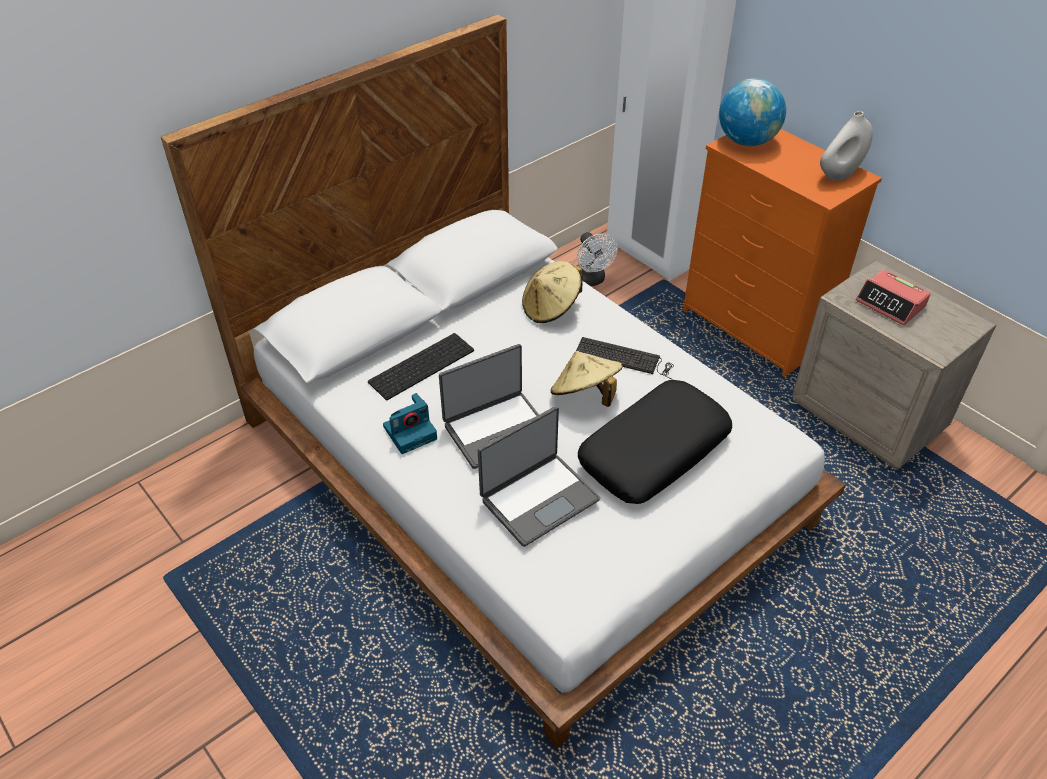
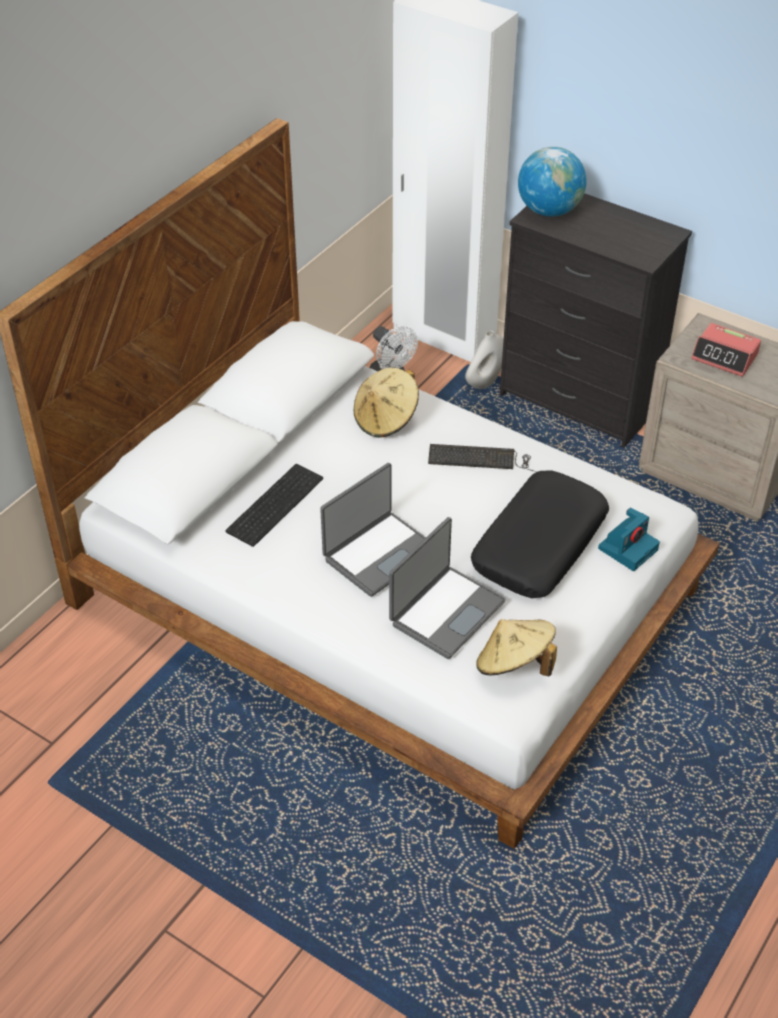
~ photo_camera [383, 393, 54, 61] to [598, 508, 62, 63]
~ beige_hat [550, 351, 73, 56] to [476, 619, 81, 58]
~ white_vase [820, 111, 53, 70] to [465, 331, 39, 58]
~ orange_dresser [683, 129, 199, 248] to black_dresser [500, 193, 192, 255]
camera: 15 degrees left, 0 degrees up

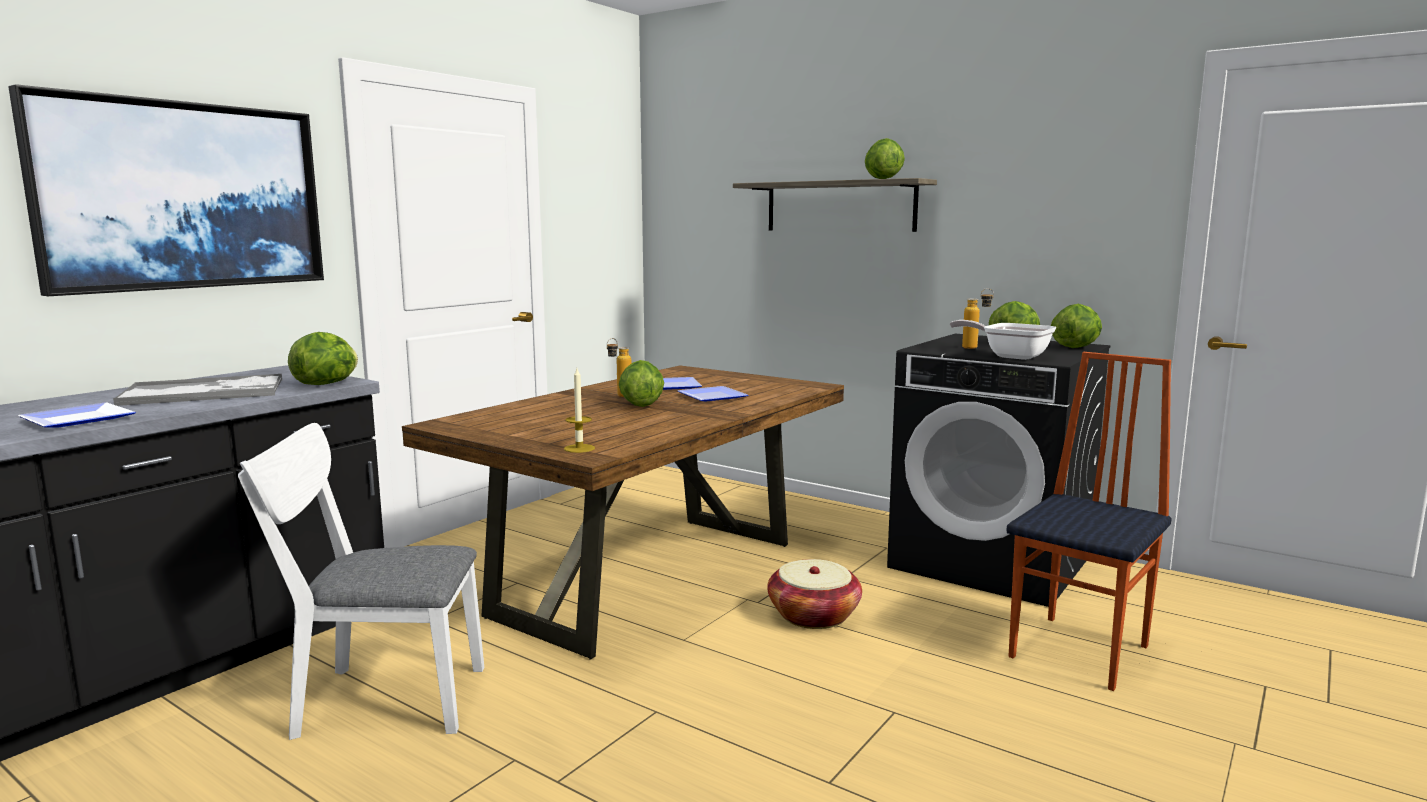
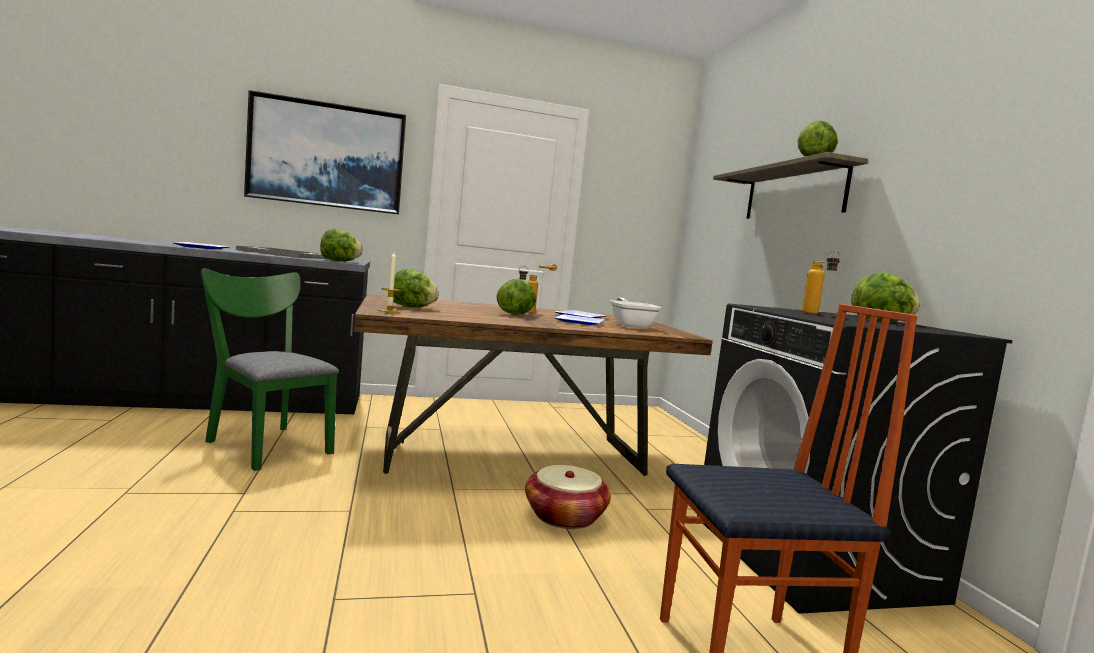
~ frying_pan [950, 320, 106, 40] to [610, 298, 52, 30]
~ lettuce [1051, 304, 51, 44] to [393, 269, 46, 39]
~ white_chair [238, 423, 246, 317] to green_chair [201, 268, 138, 203]
camera: 40 degrees right, 5 degrees down

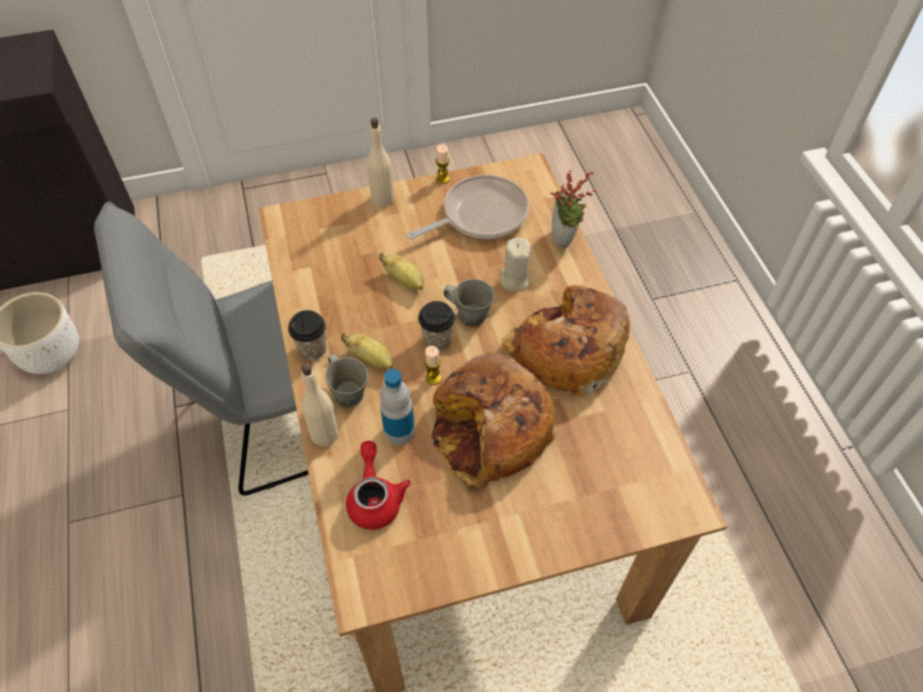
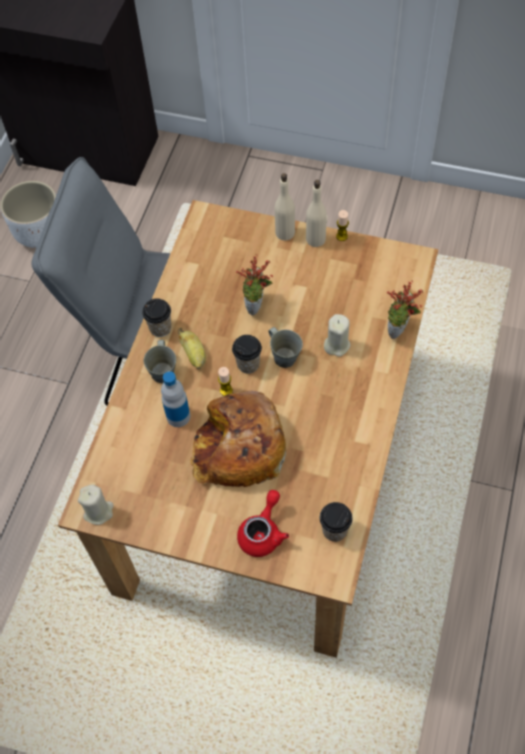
- frying_pan [407, 175, 122, 64]
- bread [501, 285, 129, 113]
+ beige_candle [78, 485, 35, 40]
+ cup [320, 502, 33, 40]
~ beige_bottle [301, 363, 38, 83] to [306, 180, 21, 67]
~ red_teapot [346, 441, 65, 89] to [237, 490, 52, 67]
~ banana [379, 253, 45, 37] to potted_plant [236, 254, 37, 61]
camera: 35 degrees right, 5 degrees up

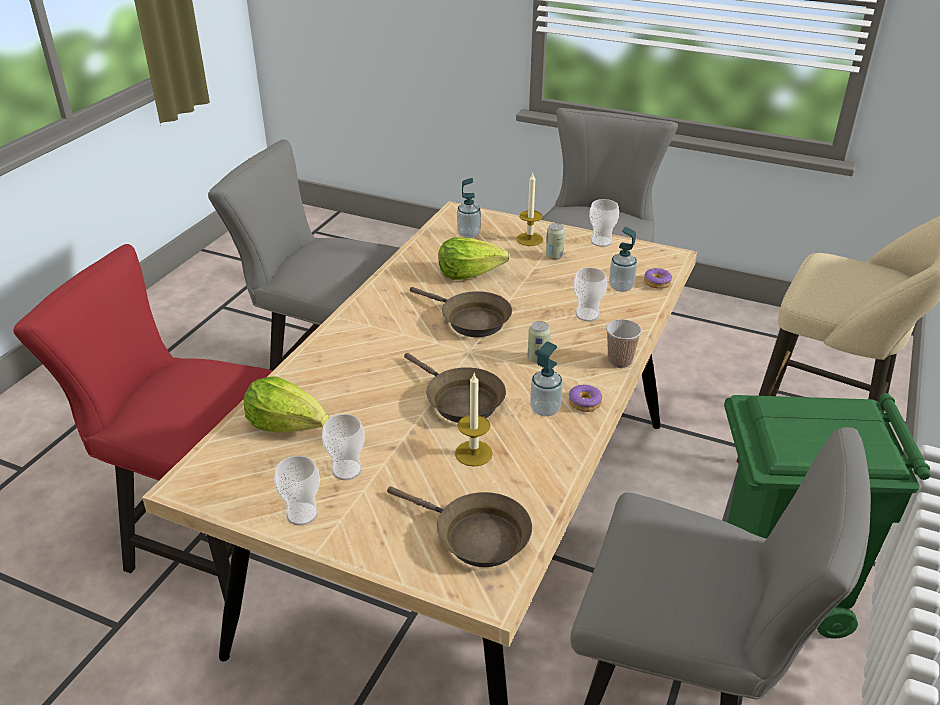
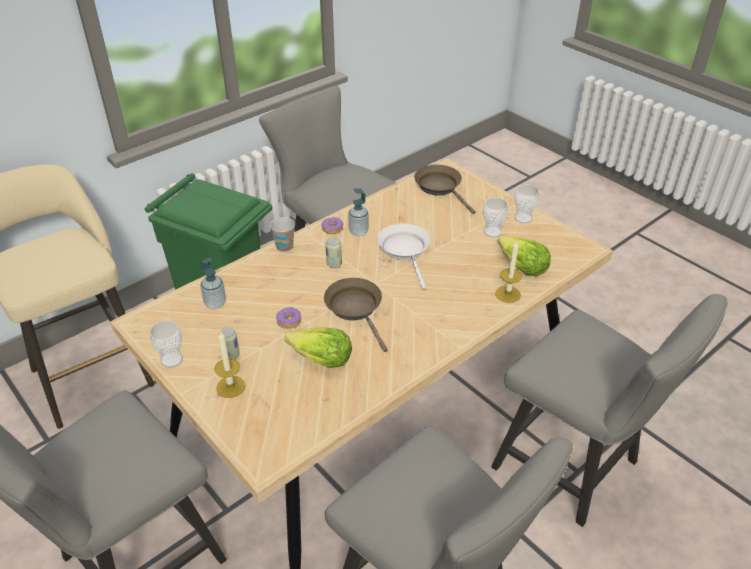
- soap_dispenser [457, 178, 24, 60]
- cup [573, 268, 34, 53]
~ candle [455, 373, 38, 94] to [495, 240, 27, 63]
~ donut [644, 268, 28, 21] to [276, 307, 25, 22]
~ red_chair [13, 244, 260, 358] to grey_chair [491, 294, 237, 233]
~ brown_frying_pan [404, 353, 102, 70] to white_frying_pan [377, 224, 53, 65]
camera: 155 degrees left, 5 degrees up

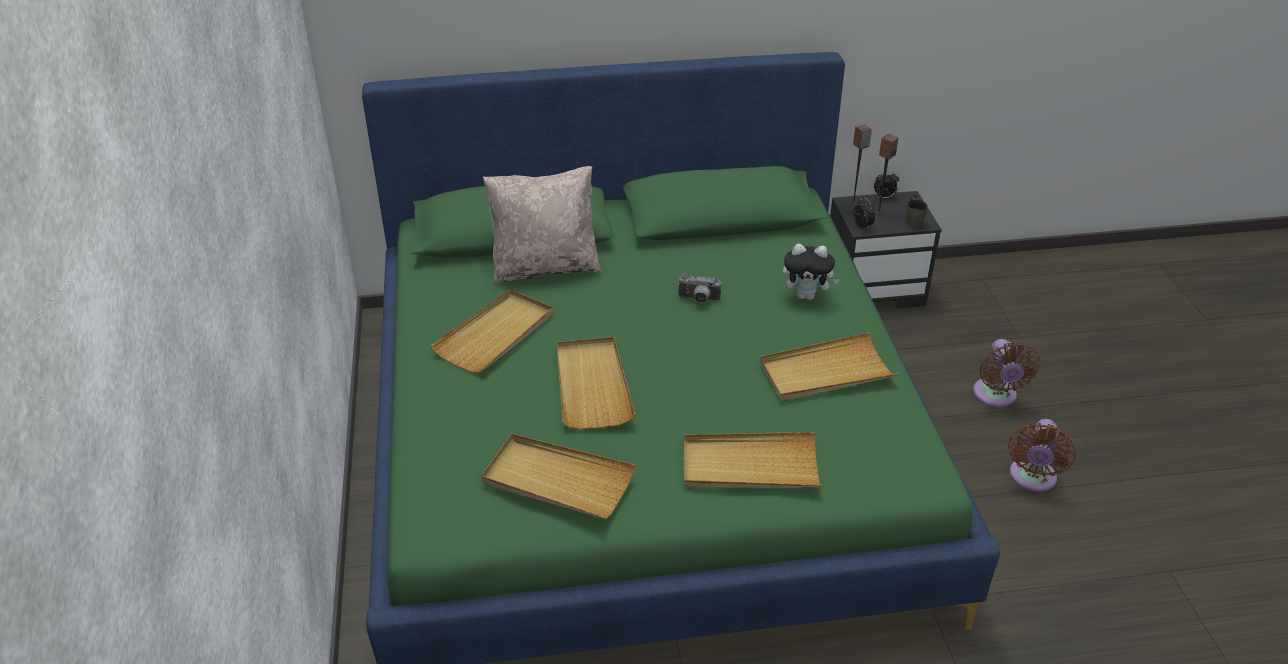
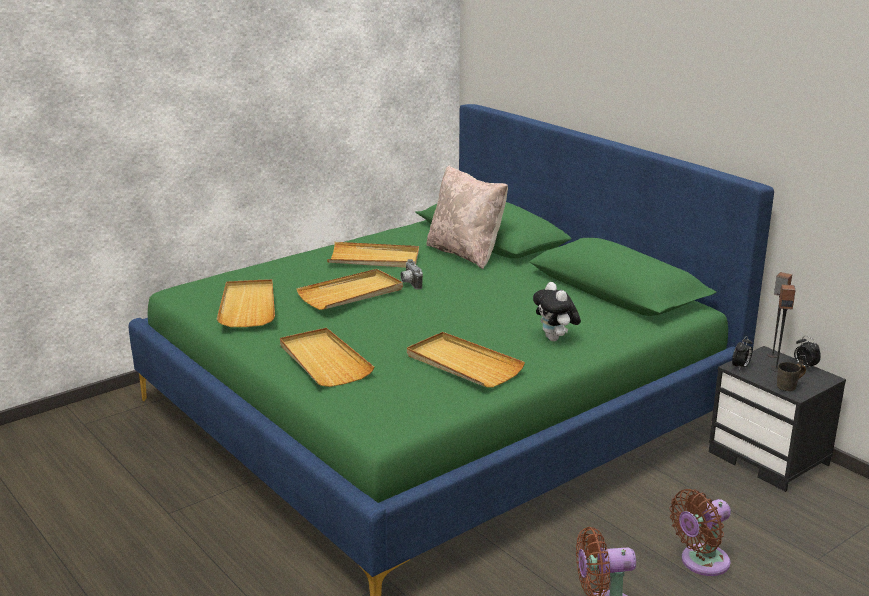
~ photo_camera [678, 274, 43, 29] to [400, 259, 23, 31]
camera: 60 degrees right, 15 degrees down

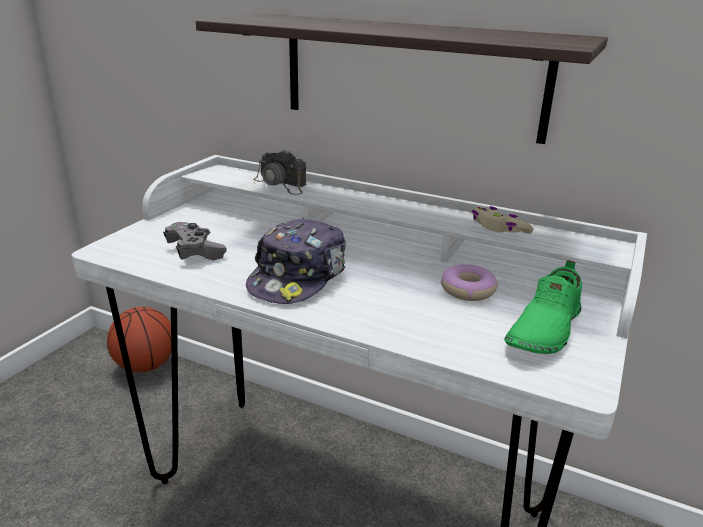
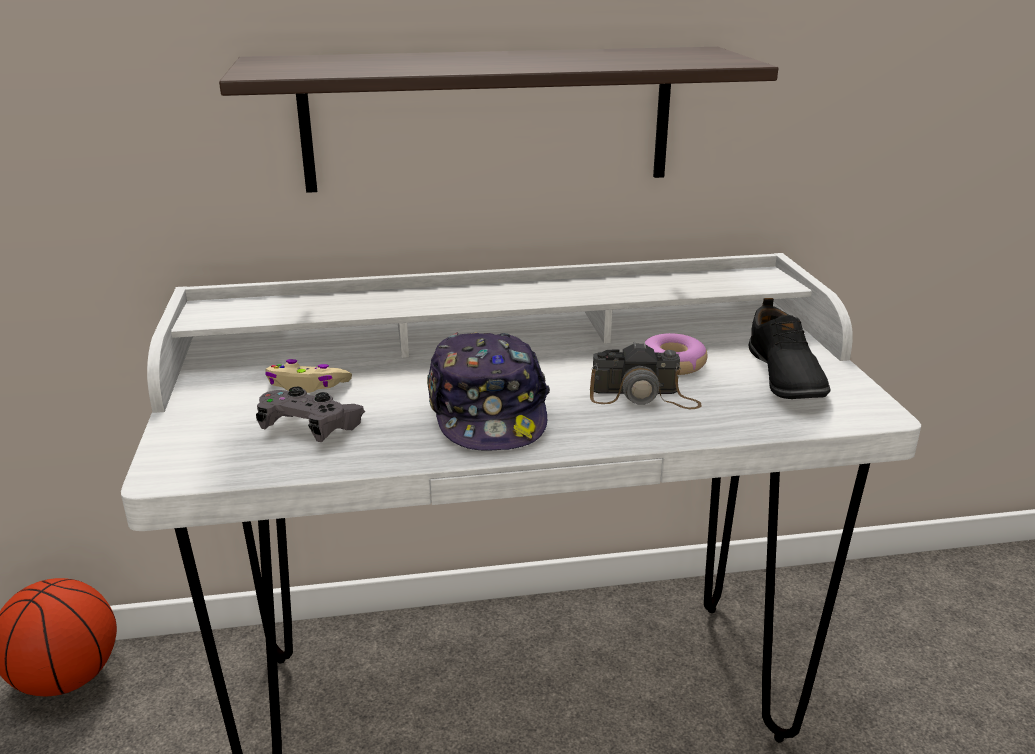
~ photo_camera [253, 150, 53, 45] to [590, 341, 111, 68]
~ beige_game_controller [472, 206, 62, 28] to [265, 359, 87, 34]
~ green_shoe [504, 260, 78, 94] to black_shoe [748, 298, 83, 101]
camera: 35 degrees left, 0 degrees up

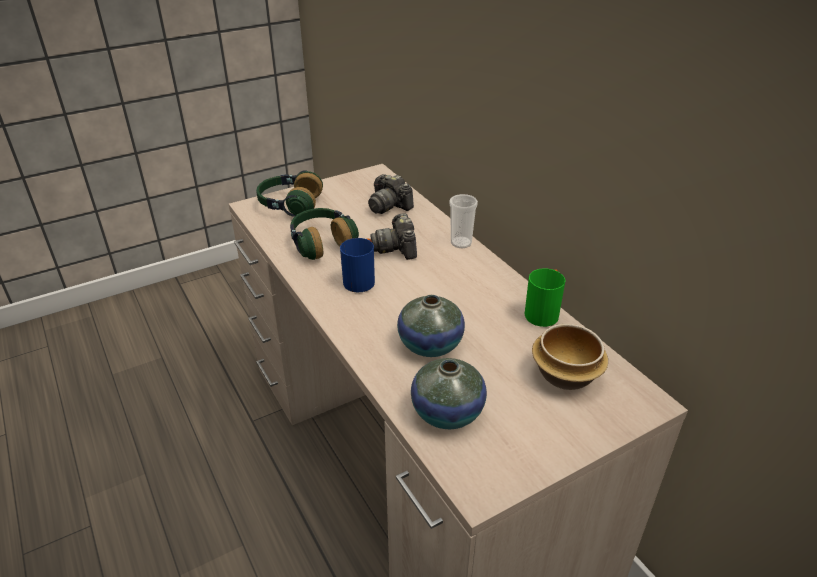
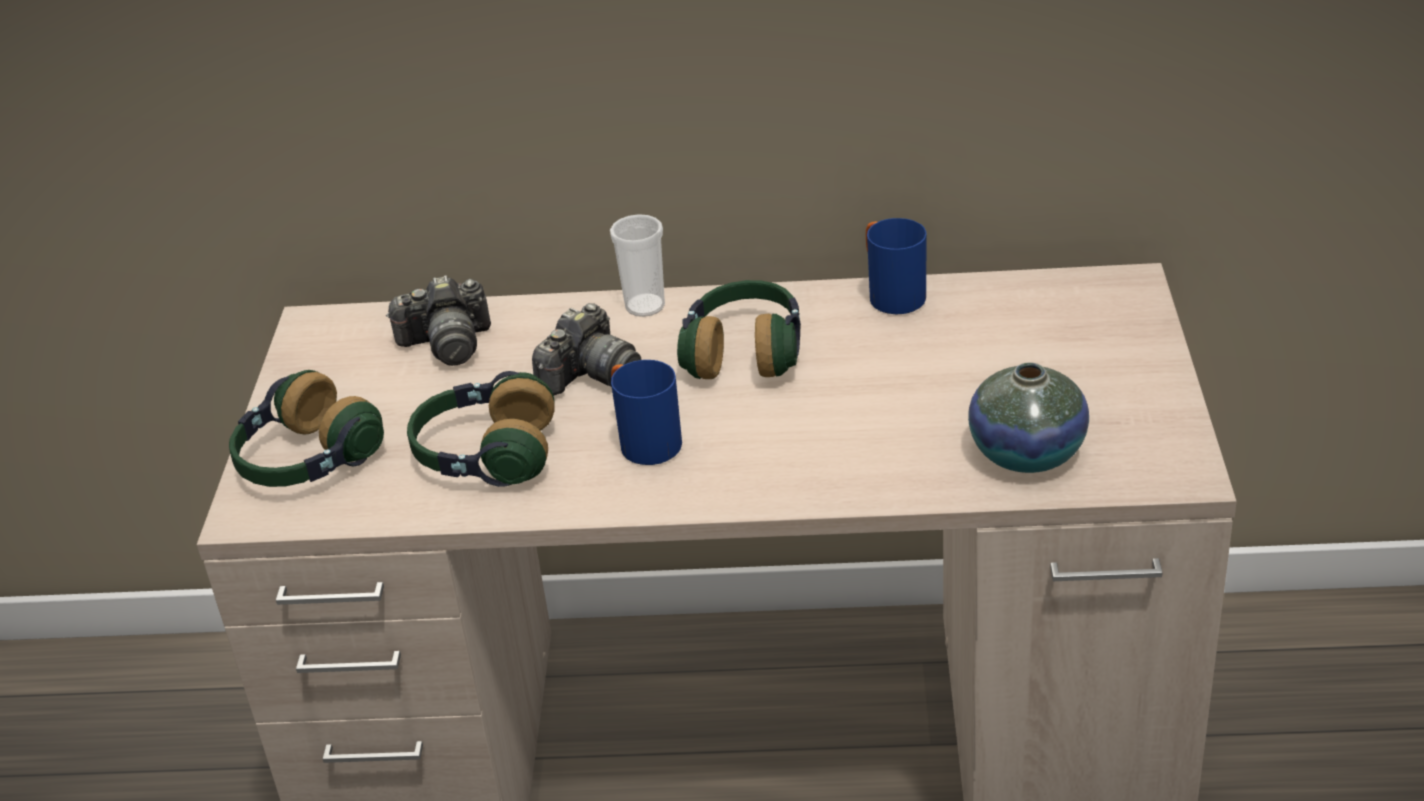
- vase [397, 295, 68, 62]
- bowl [532, 324, 76, 66]
+ headphones [677, 280, 124, 99]
~ green_mug [525, 268, 40, 59] to blue_mug [866, 218, 60, 96]
~ photo_camera [370, 213, 47, 47] = [532, 303, 110, 92] 75 degrees counterclockwise
camera: 55 degrees left, 0 degrees up

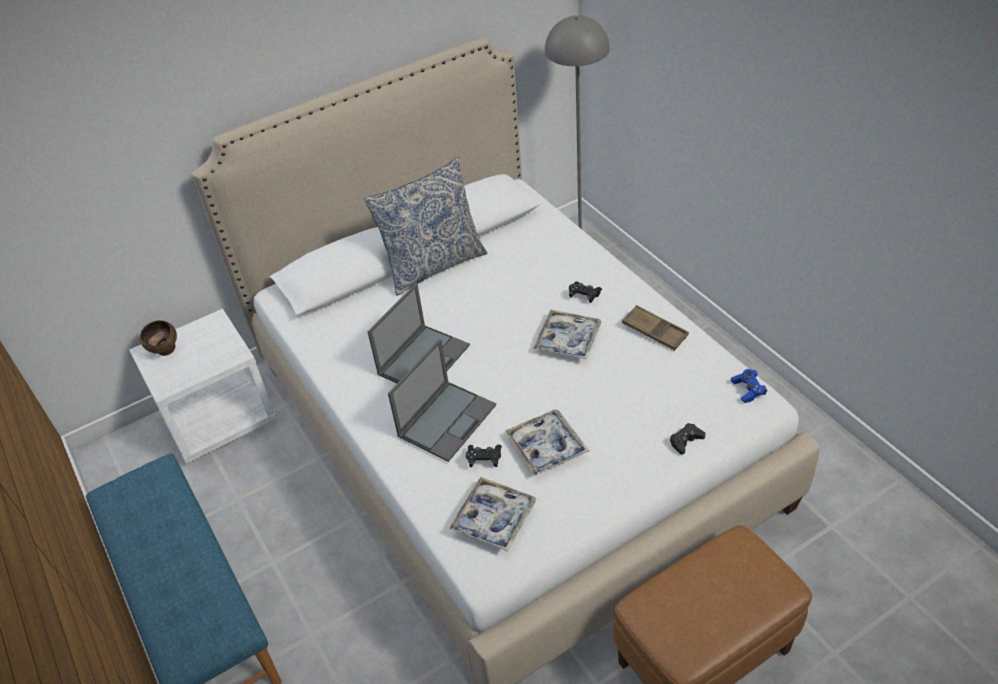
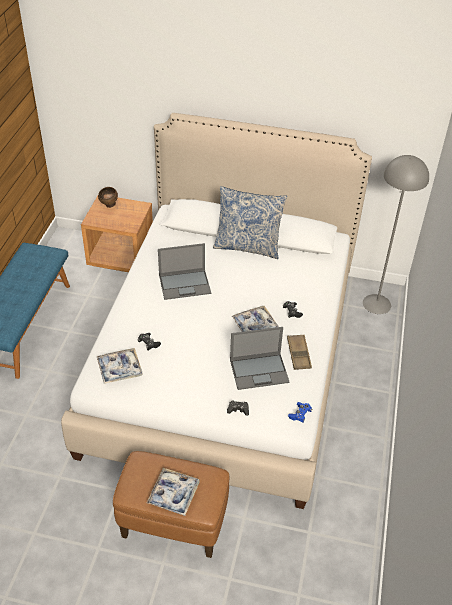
~ laptop [388, 339, 108, 123] to [230, 327, 59, 63]
~ tray [505, 409, 84, 67] to [147, 468, 52, 48]
~ white_nightstand [129, 309, 148, 154] to brown_nightstand [81, 196, 72, 76]
camera: 40 degrees right, 0 degrees up

